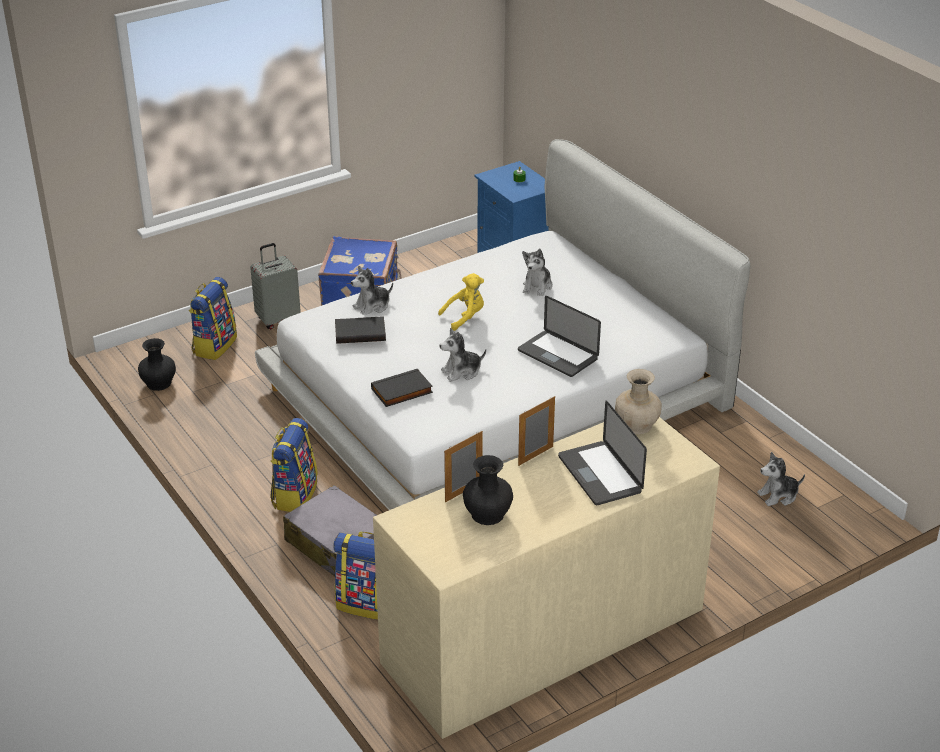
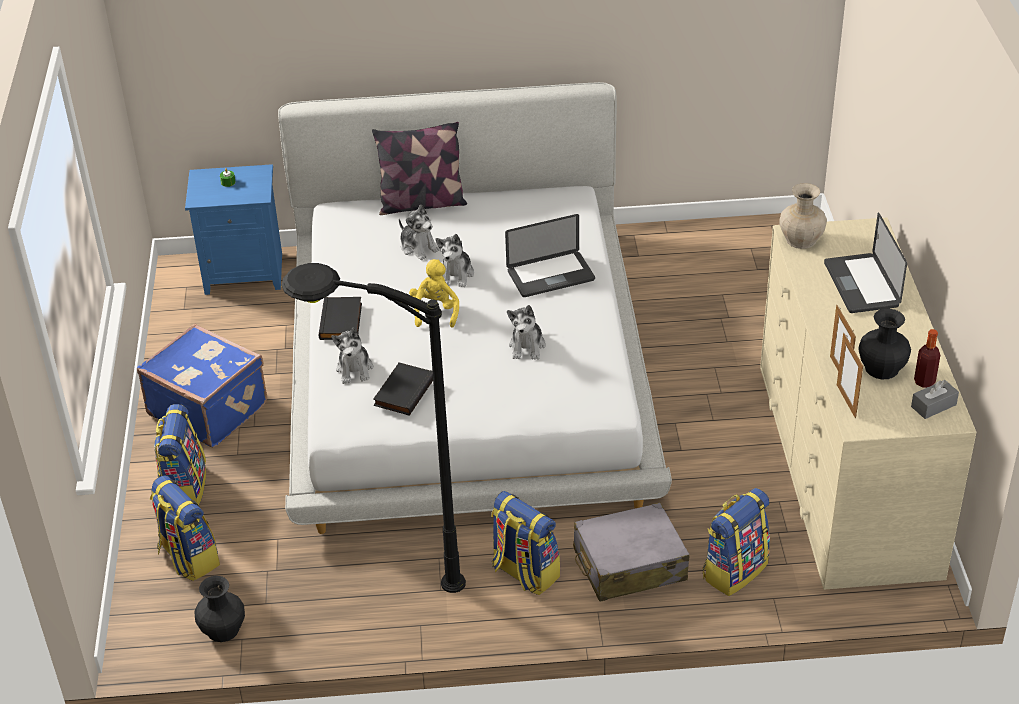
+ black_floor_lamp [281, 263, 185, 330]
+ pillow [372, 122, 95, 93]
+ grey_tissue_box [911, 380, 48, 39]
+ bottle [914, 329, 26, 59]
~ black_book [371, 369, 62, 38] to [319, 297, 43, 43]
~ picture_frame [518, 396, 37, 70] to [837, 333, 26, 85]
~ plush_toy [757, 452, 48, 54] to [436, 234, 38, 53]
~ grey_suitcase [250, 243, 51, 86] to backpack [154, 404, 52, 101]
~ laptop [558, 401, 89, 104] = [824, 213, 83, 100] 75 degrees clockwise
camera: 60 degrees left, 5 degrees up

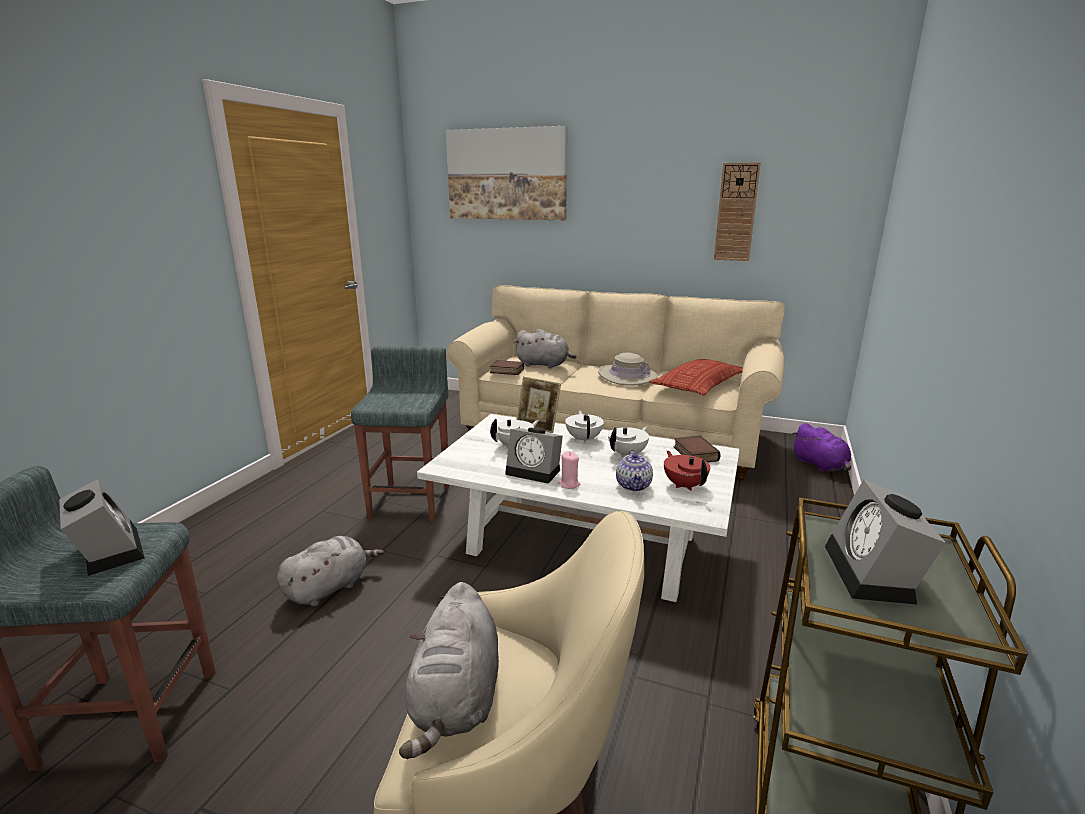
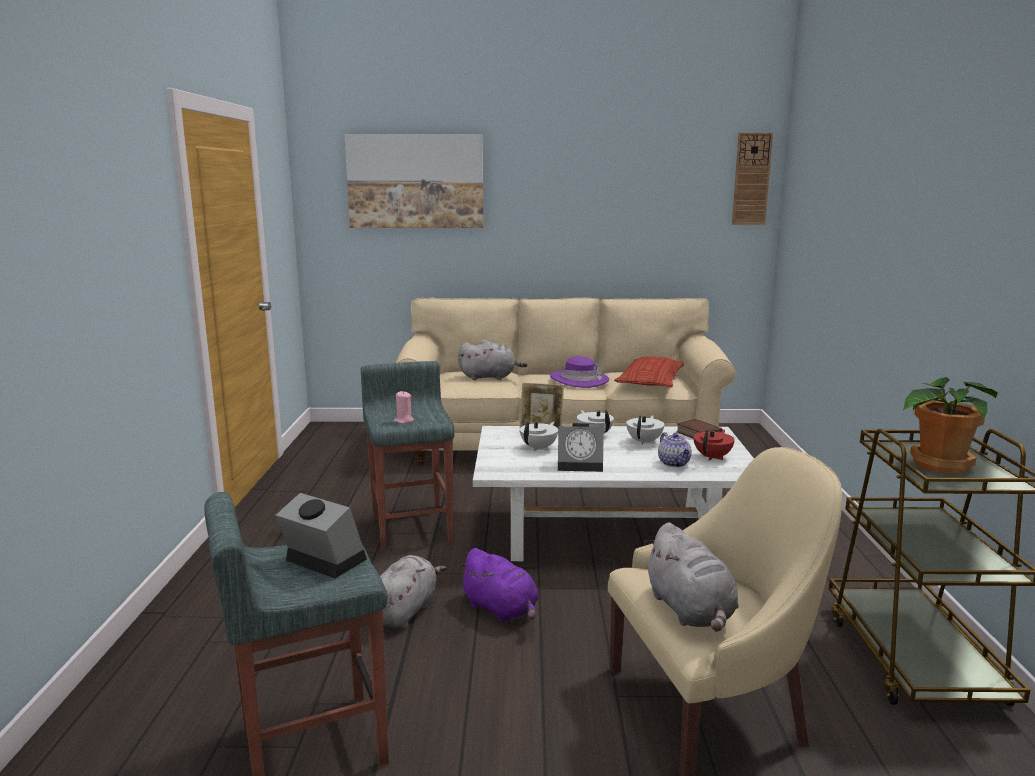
- book [490, 360, 34, 15]
~ pink_candle [558, 451, 22, 38] to [394, 391, 20, 33]
~ wall_clock [714, 162, 47, 99] to [732, 132, 41, 93]
~ purple_plush_toy [792, 423, 59, 49] to [458, 548, 81, 74]
~ alarm_clock [825, 480, 121, 124] to potted_plant [903, 377, 95, 98]
~ beige_hat [598, 353, 59, 33] to purple_hat [550, 356, 59, 32]
~ red_teapot [664, 451, 46, 40] = [693, 430, 42, 31] 75 degrees clockwise
camera: 20 degrees left, 5 degrees down

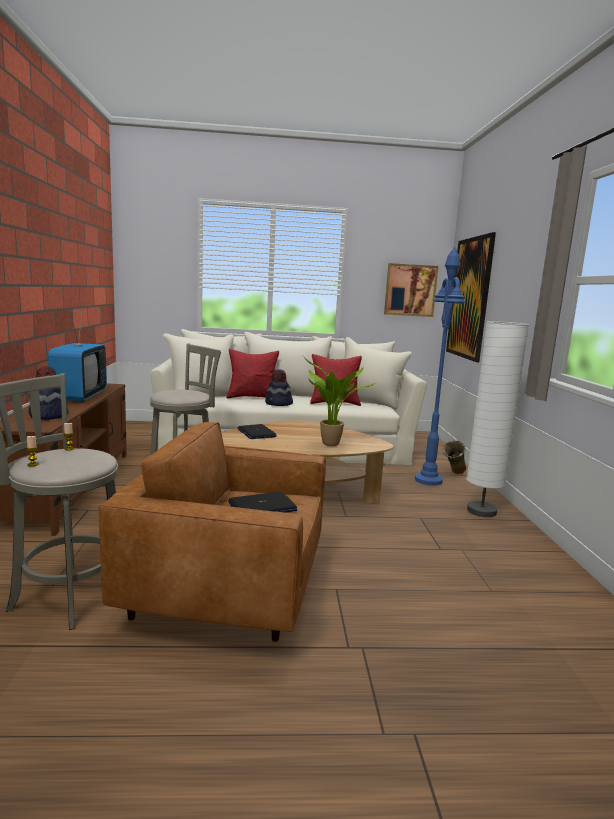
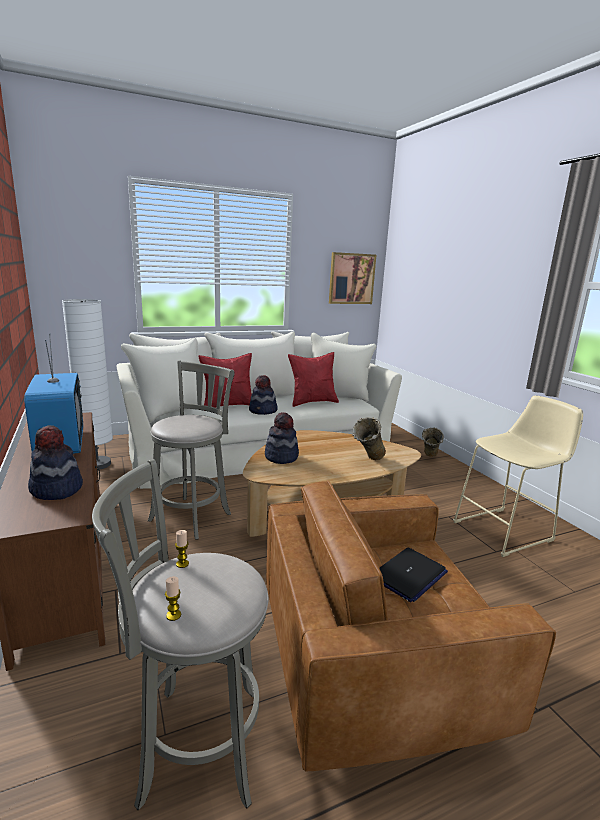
- blue_floor_lamp [415, 247, 51, 239]
- picture [446, 232, 50, 130]
+ beige_stool [453, 395, 130, 162]
~ white_floor_lamp [467, 321, 62, 196] to [62, 299, 51, 171]
~ laptop [237, 424, 40, 15] to hat [265, 412, 34, 52]
~ potted_plant [303, 356, 72, 90] to beige_vase [352, 418, 34, 42]
camera: 20 degrees left, 5 degrees up

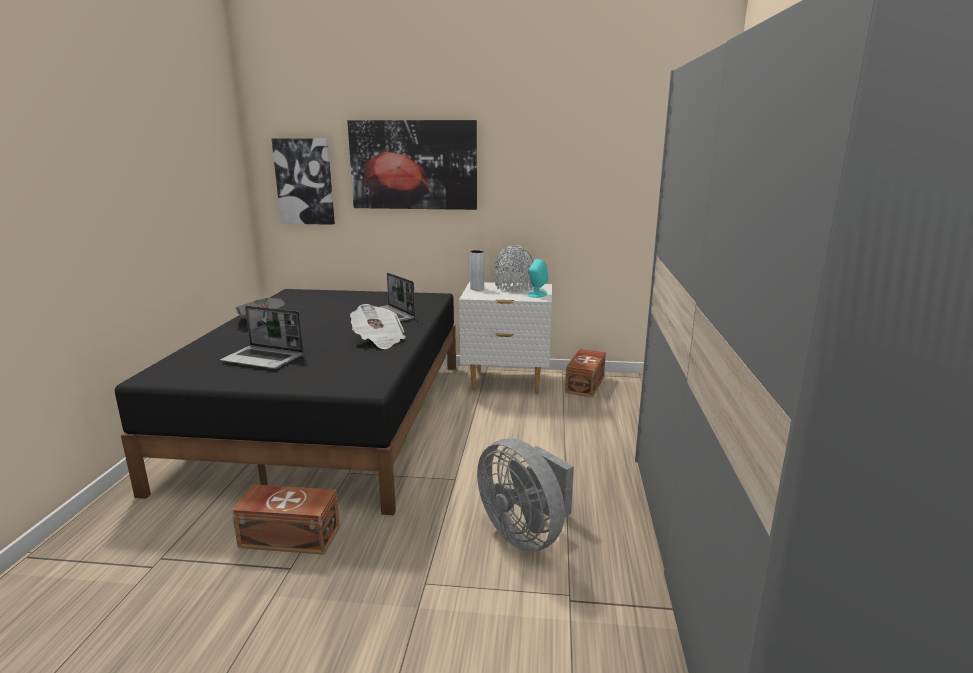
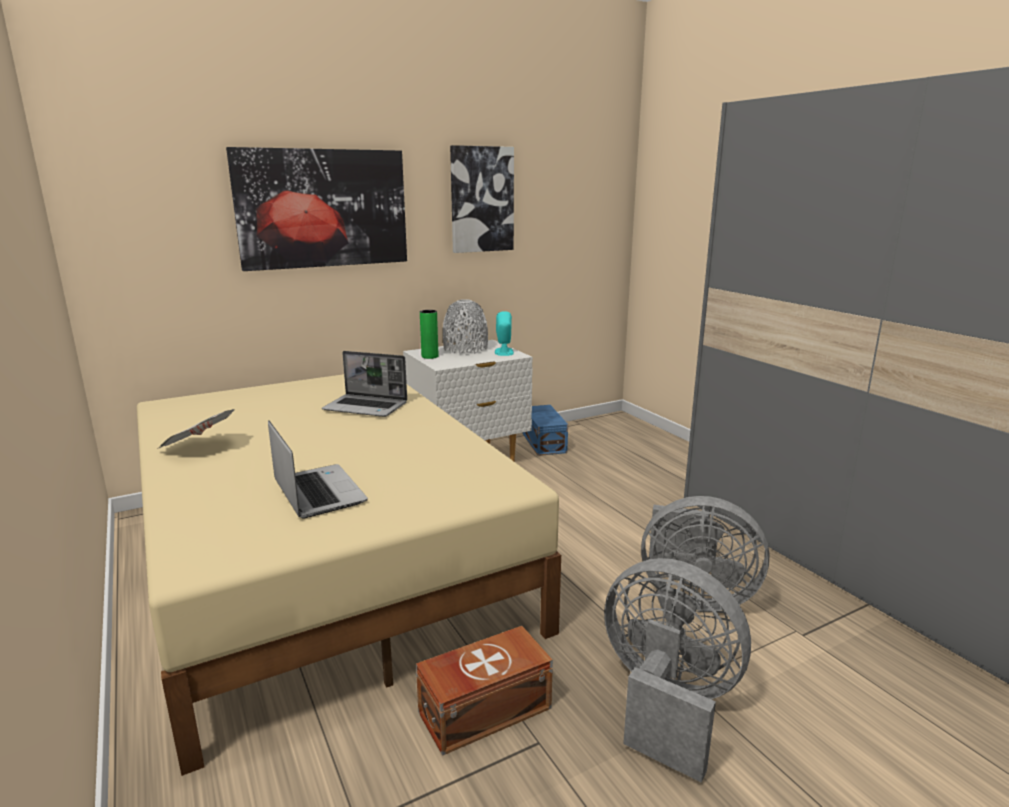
- newspaper [350, 304, 56, 45]
+ grey_fan [604, 558, 147, 225]
~ picture [272, 138, 63, 87] to [450, 145, 64, 108]
~ black_bed [115, 289, 341, 226] to beige_bed [137, 374, 424, 402]
~ grey_vase [470, 250, 14, 41] to green_vase [420, 310, 18, 49]
~ brown_storage_box [565, 349, 41, 48] to blue_storage_box [522, 405, 46, 51]
~ laptop [220, 306, 84, 63] = [268, 420, 100, 99] 105 degrees counterclockwise
camera: 35 degrees left, 0 degrees up

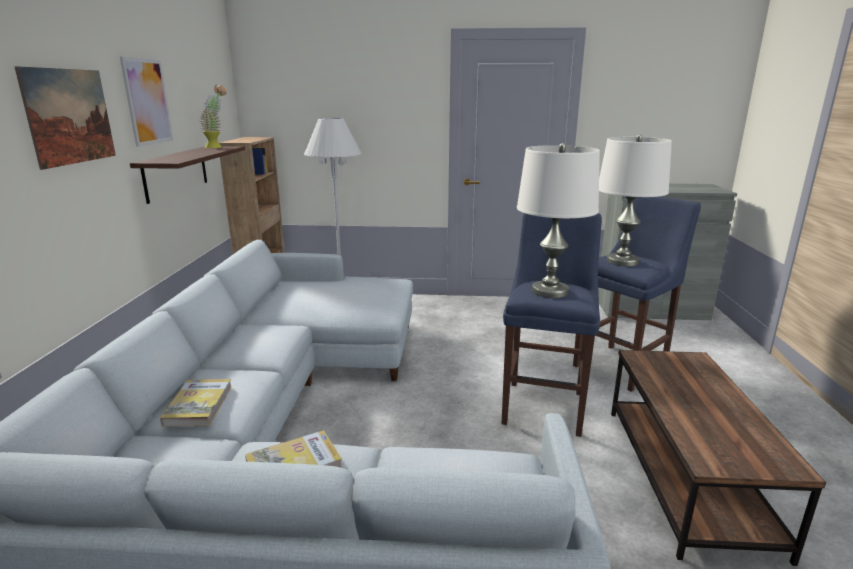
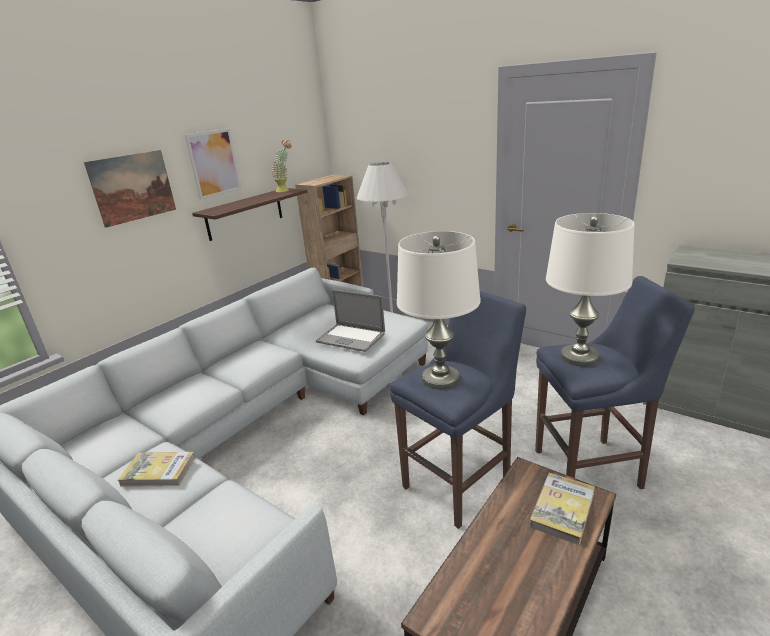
+ laptop [316, 290, 69, 62]
~ book [160, 379, 72, 48] to [530, 473, 65, 72]
camera: 35 degrees right, 5 degrees up

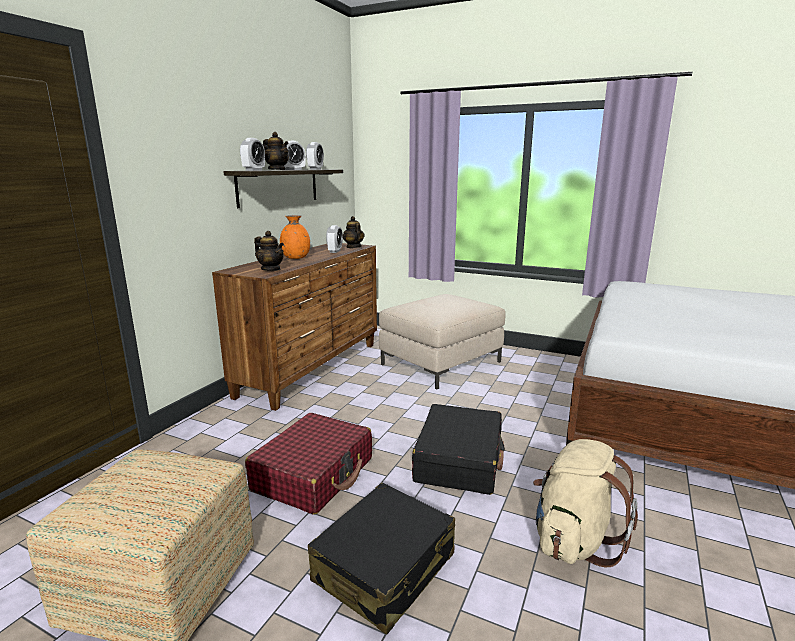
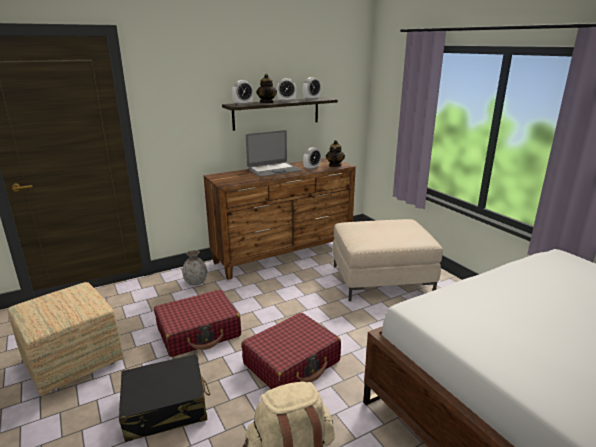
- teapot [254, 231, 30, 40]
+ grey_vase [182, 250, 25, 35]
~ orange_vase [280, 215, 30, 44] to laptop [246, 130, 56, 47]
~ black_suitcase [412, 404, 93, 91] to red_suitcase [242, 313, 99, 76]
camera: 35 degrees right, 5 degrees up

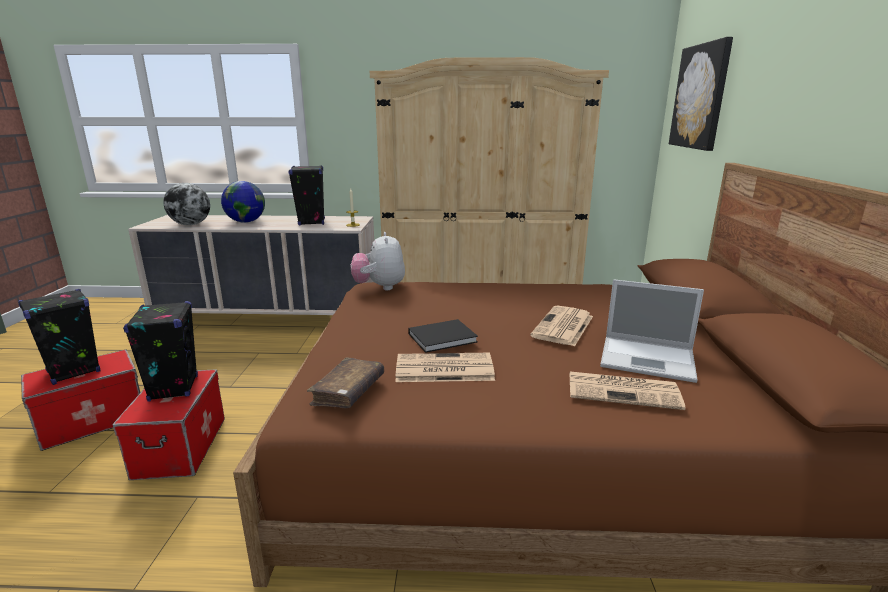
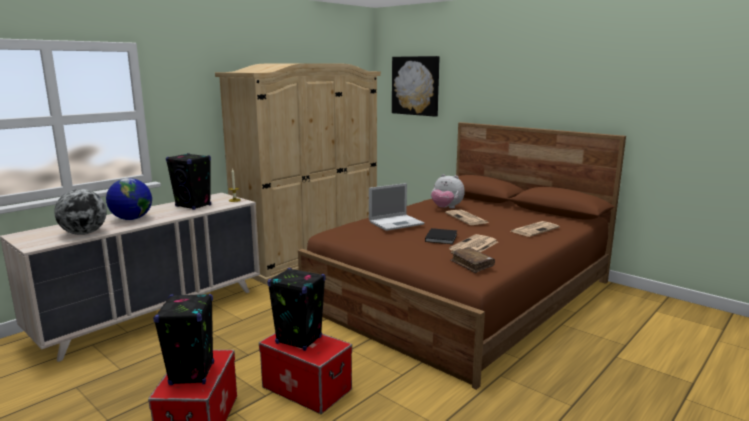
~ plush_toy [351, 232, 54, 59] to [431, 174, 34, 35]
~ laptop [600, 279, 104, 104] to [369, 183, 55, 48]
camera: 50 degrees left, 5 degrees down

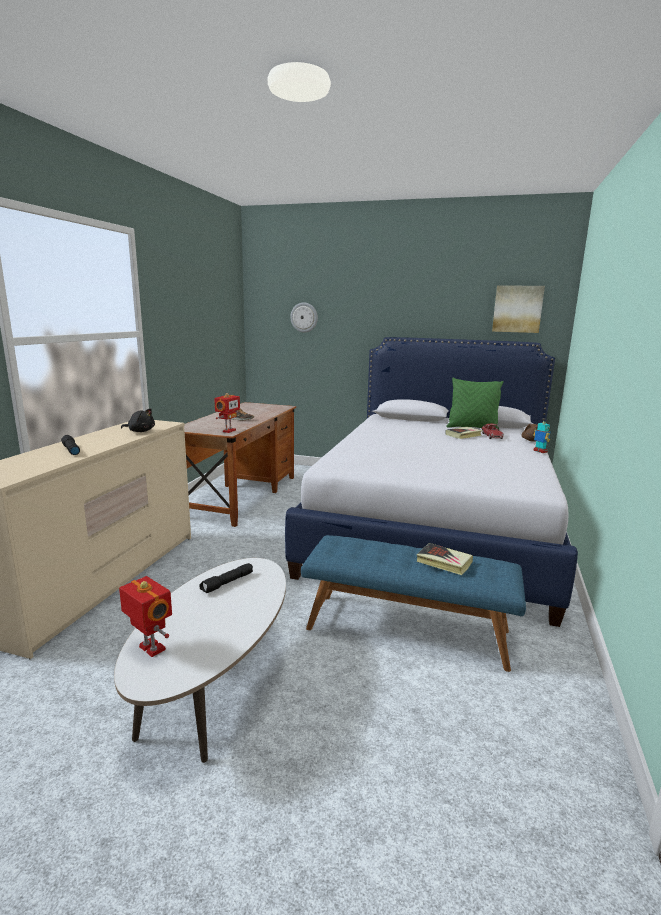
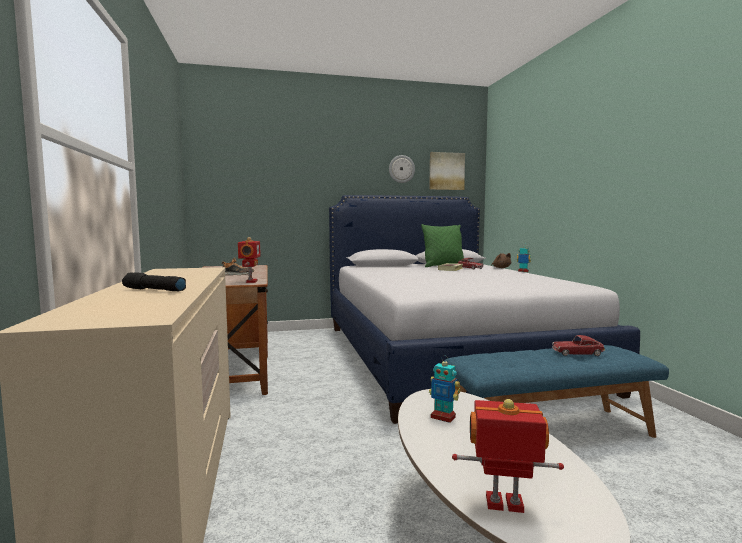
- black_plush_toy [121, 408, 34, 24]
~ wall_clock [290, 302, 28, 31] to [389, 155, 26, 28]
~ black_flashlight [199, 563, 54, 30] to toy_robot [429, 356, 32, 67]
~ book [417, 543, 56, 32] to toy_car [552, 335, 53, 21]
camera: 30 degrees left, 10 degrees down

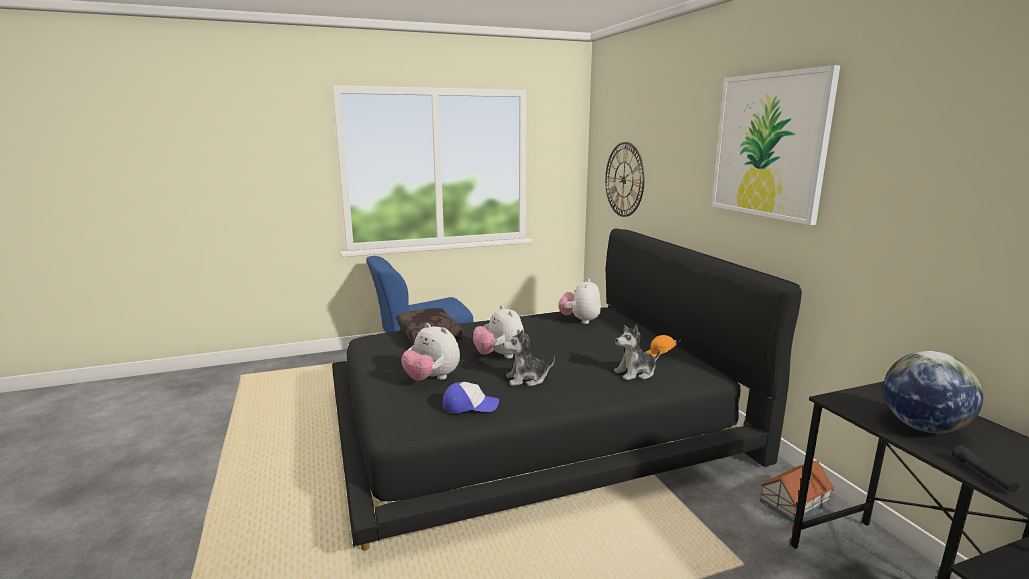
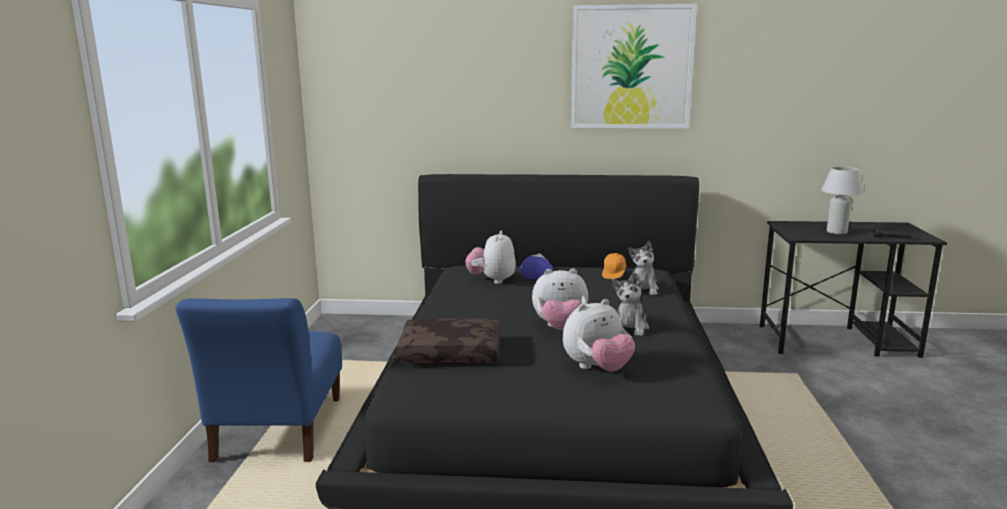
- wall_clock [605, 142, 40, 75]
- toy_house [760, 460, 74, 63]
~ cap [442, 382, 57, 31] to [520, 254, 33, 25]
~ globe [883, 351, 101, 82] to white_table_lamp [821, 167, 43, 68]
~ plush_toy [558, 279, 43, 45] = [466, 231, 50, 53] 60 degrees clockwise
camera: 65 degrees left, 0 degrees up

